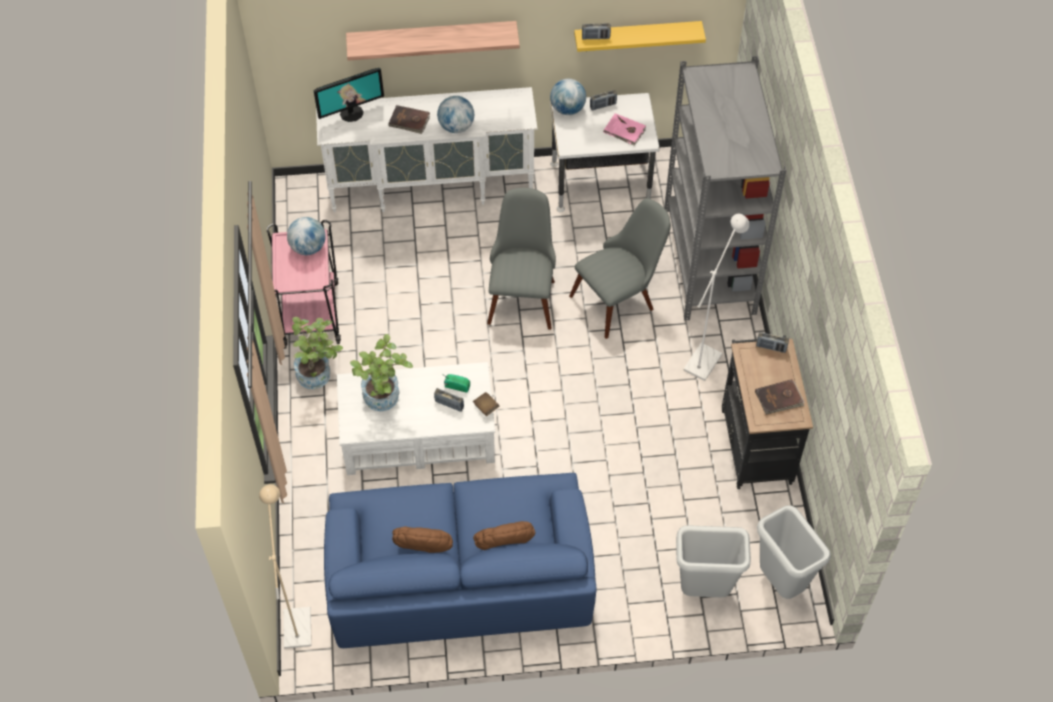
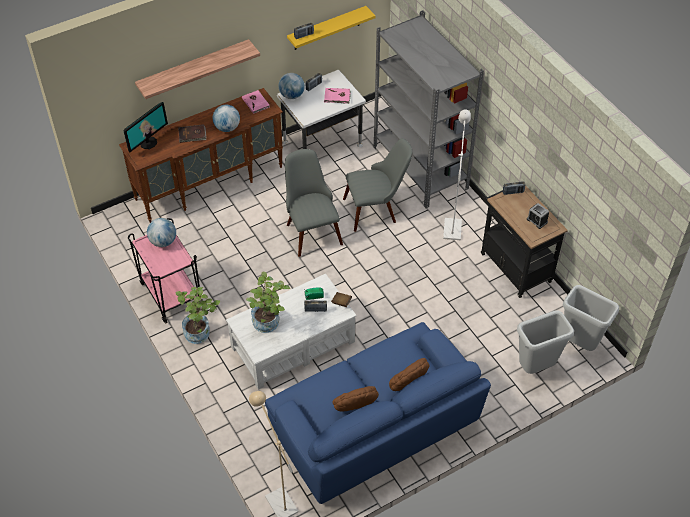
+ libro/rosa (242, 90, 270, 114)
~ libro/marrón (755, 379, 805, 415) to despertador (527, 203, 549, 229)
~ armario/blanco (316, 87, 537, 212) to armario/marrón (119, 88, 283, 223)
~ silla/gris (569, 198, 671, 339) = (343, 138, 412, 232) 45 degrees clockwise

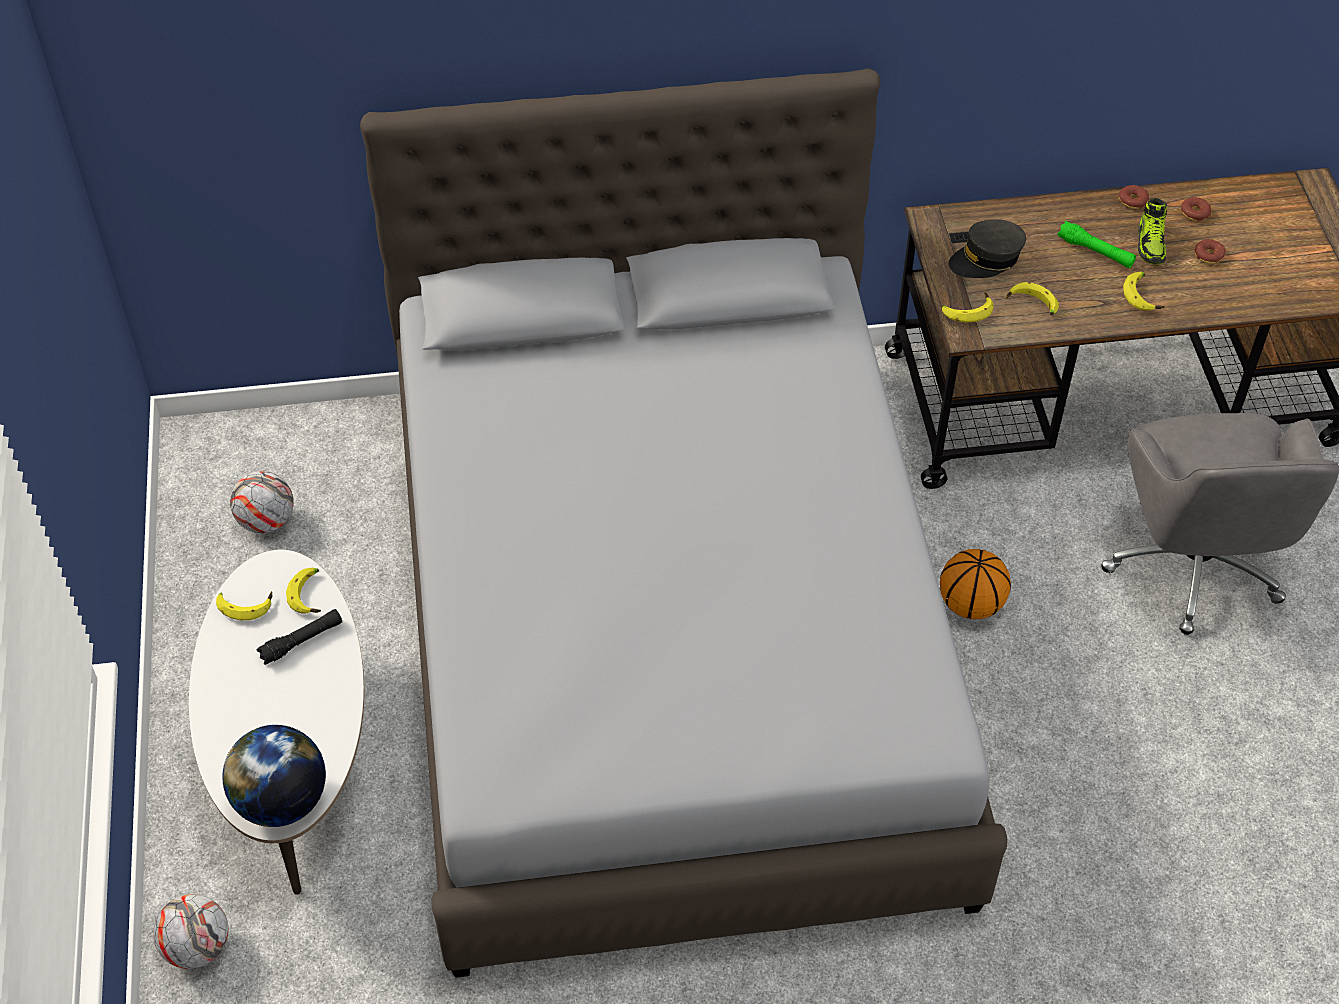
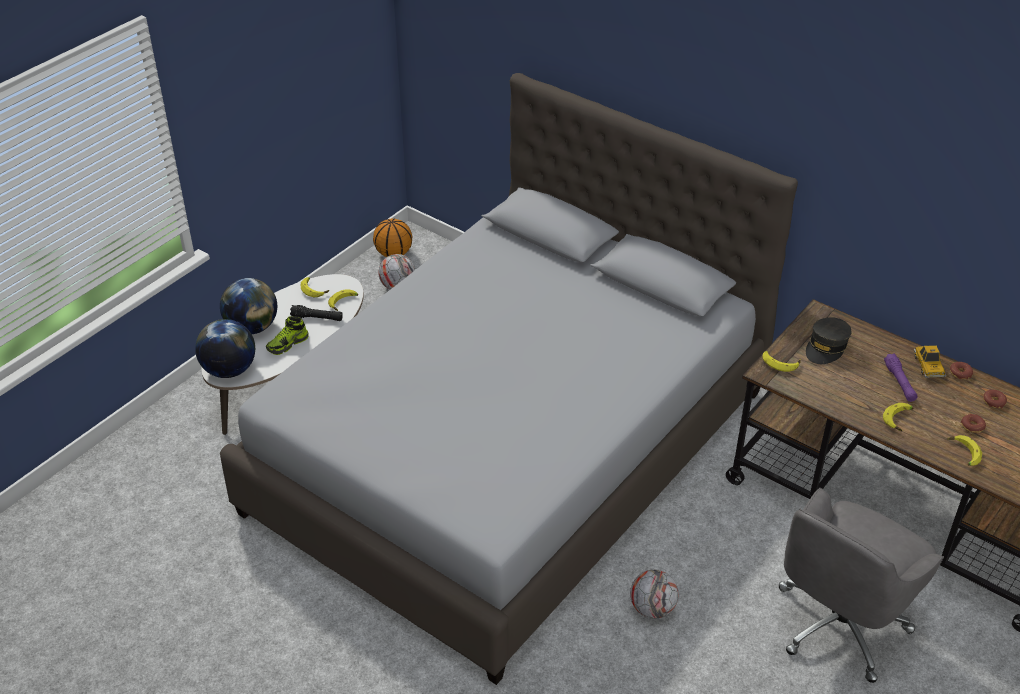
+ globo terráqueo (220, 278, 277, 334)
+ coche de juguete (914, 345, 946, 378)
~ balón de fútbol (153, 894, 228, 969) to (630, 570, 678, 619)
~ balón de baloncesto (940, 549, 1011, 619) to (373, 219, 412, 257)
~ plátano (1005, 282, 1059, 315) to (947, 435, 982, 466)
~ zapato (1138, 198, 1167, 264) to (266, 316, 309, 355)
~ linterna/verde (1058, 221, 1136, 268) to linterna/morado (884, 354, 918, 402)
~ gorra/gris (948, 219, 1026, 278) = (806, 317, 851, 364) 75 degrees counterclockwise

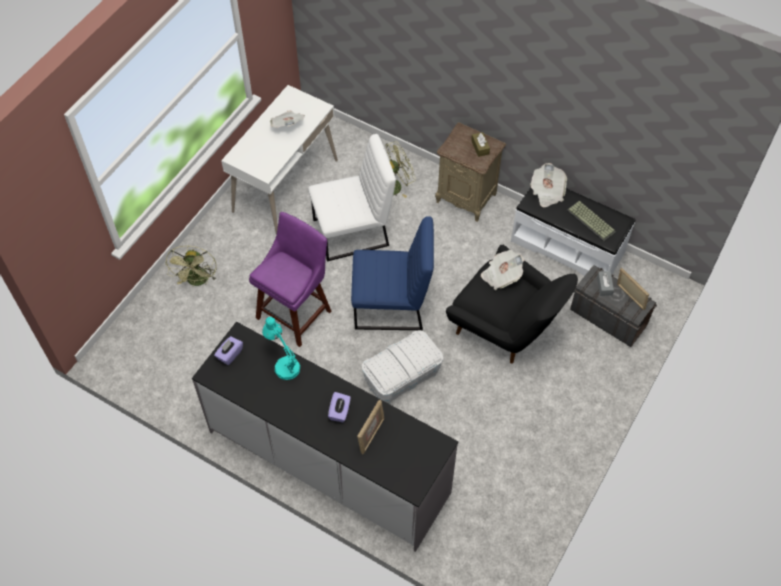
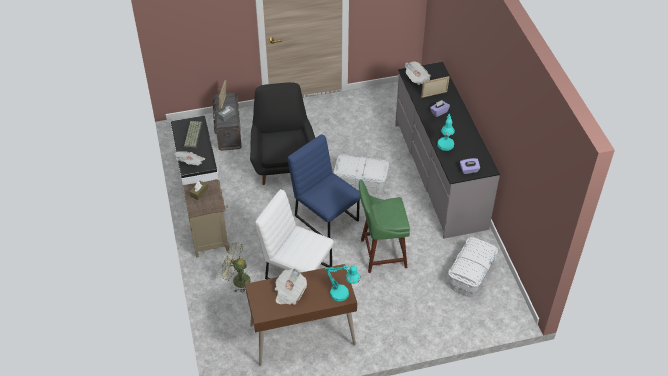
- ventilador/verde (165, 246, 217, 287)
+ lámpara de mesa/turquesa (325, 265, 361, 302)
+ caja de almacenaje/blanco (448, 237, 498, 297)
~ periódico (481, 250, 524, 290) to (405, 61, 430, 85)
~ escritorio/blanco (221, 85, 338, 235) to escritorio/marrón (245, 264, 357, 366)
~ silla/morado (249, 212, 331, 347) to silla/verde (359, 179, 410, 273)

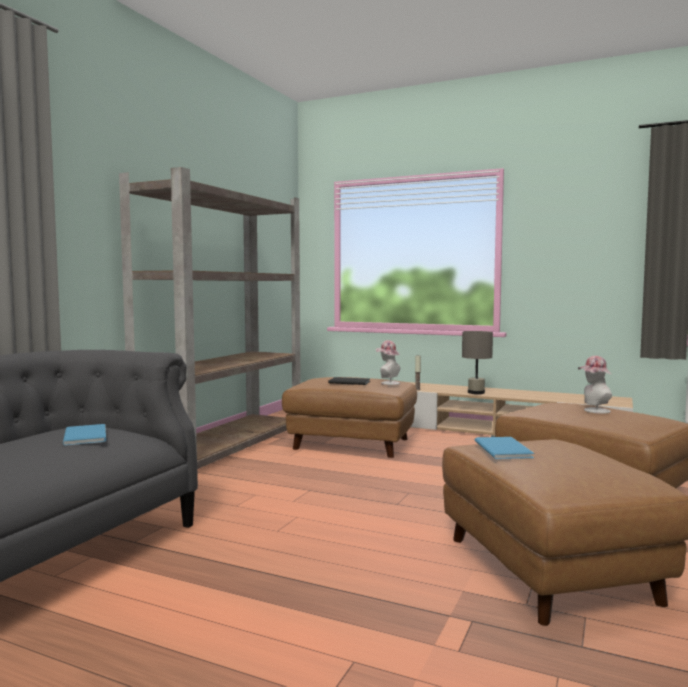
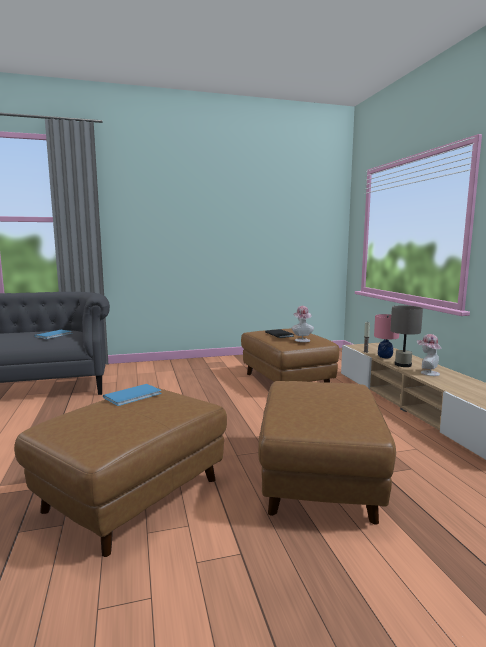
- estantería/marrón (119, 167, 301, 469)
+ lámpara de mesa/rosa (374, 314, 399, 359)
~ sombrero (578, 356, 612, 414) to (417, 334, 441, 376)

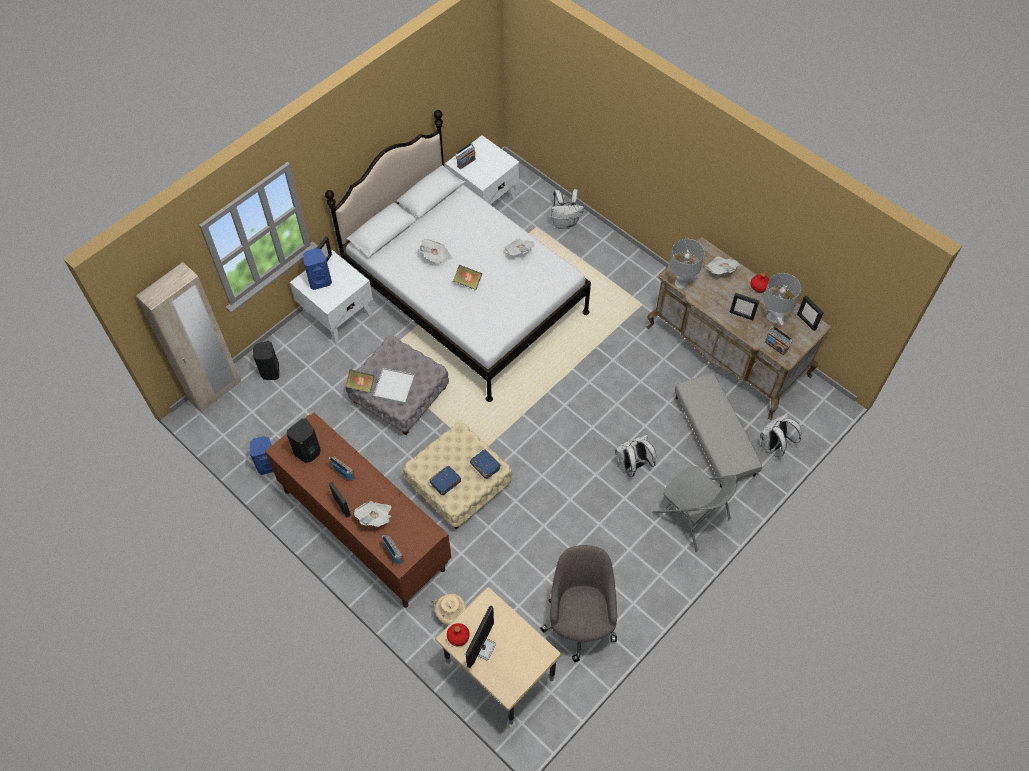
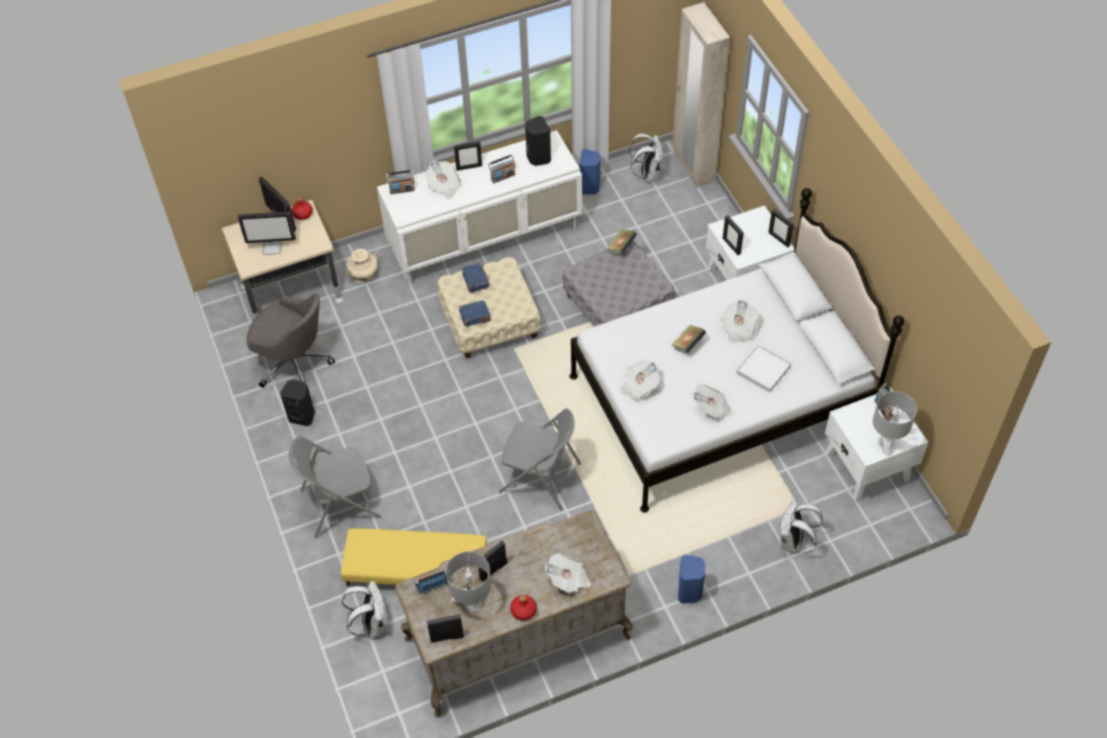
+ monitor (238, 212, 296, 255)
+ silla/gris (499, 408, 581, 511)
+ periódico (619, 360, 660, 401)
+ portarretratos (723, 215, 744, 255)
~ altavoz/negro (253, 341, 279, 380) to (280, 380, 315, 426)
~ altavoz/azul (303, 248, 332, 290) to (678, 555, 705, 604)
~ bandeja/blanco (373, 368, 415, 405) to (736, 345, 791, 392)
~ mochila/blanco (615, 434, 656, 477) to (629, 134, 663, 182)
~ lámpara de mesa/gris (669, 239, 705, 289) to (873, 391, 917, 454)
~ armario/marrón (265, 412, 451, 608) to armario/blanco (377, 130, 582, 284)
~ puf/gris (675, 373, 762, 488) to puf/amarillo (341, 528, 487, 587)

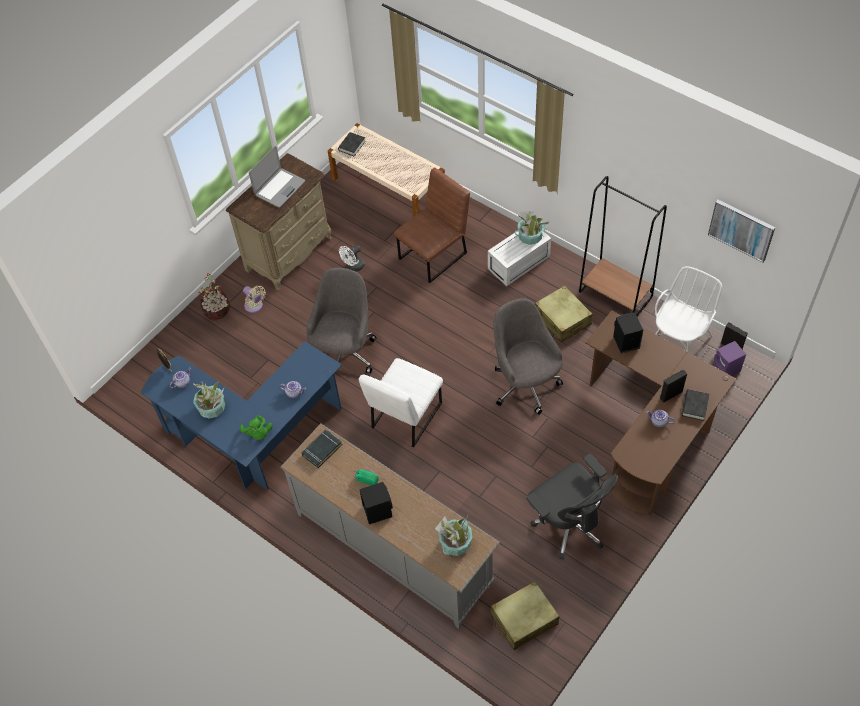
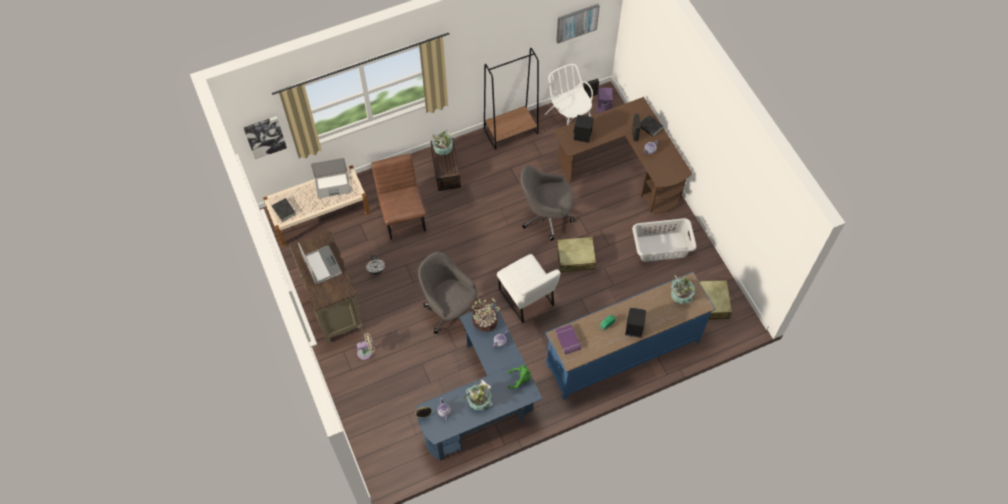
+ cuadro (244, 116, 287, 159)
+ portátil (311, 158, 351, 198)
~ planta en maceta (198, 273, 230, 321) to (470, 297, 501, 332)
~ maleta/beis (535, 285, 592, 342) to (557, 237, 597, 272)
~ silla de oficina (526, 454, 618, 560) to cesto de la ropa/gris (632, 218, 696, 262)
~ armario/gris (281, 423, 500, 629) to armario/azul (545, 272, 716, 400)
~ libro/negro (301, 429, 342, 468) to libro/morado (556, 324, 581, 355)
~ caja de almacenaje/blanco (488, 231, 551, 286) to caja de almacenaje/marrón (430, 138, 461, 191)

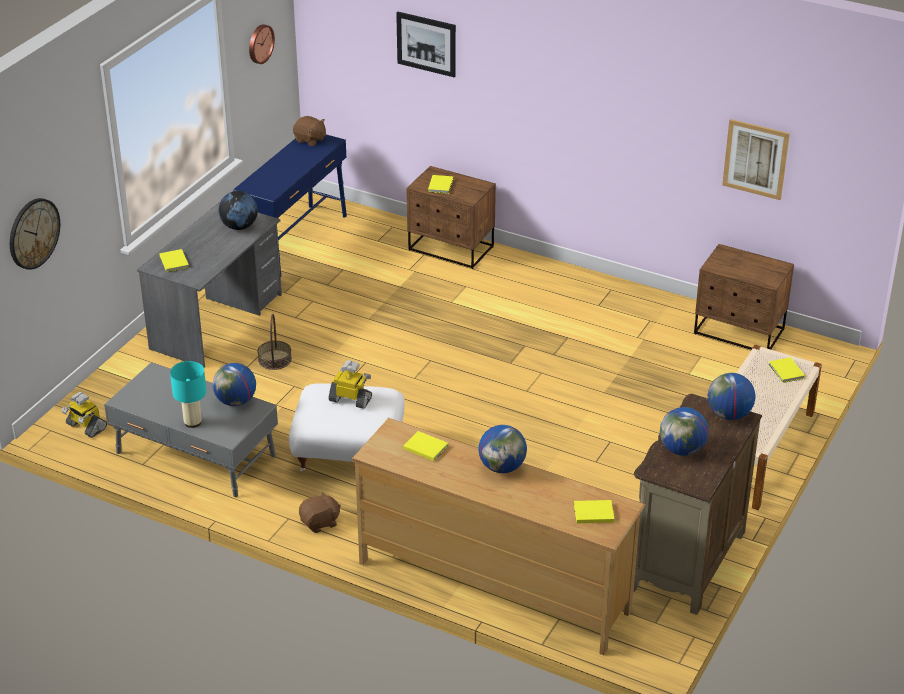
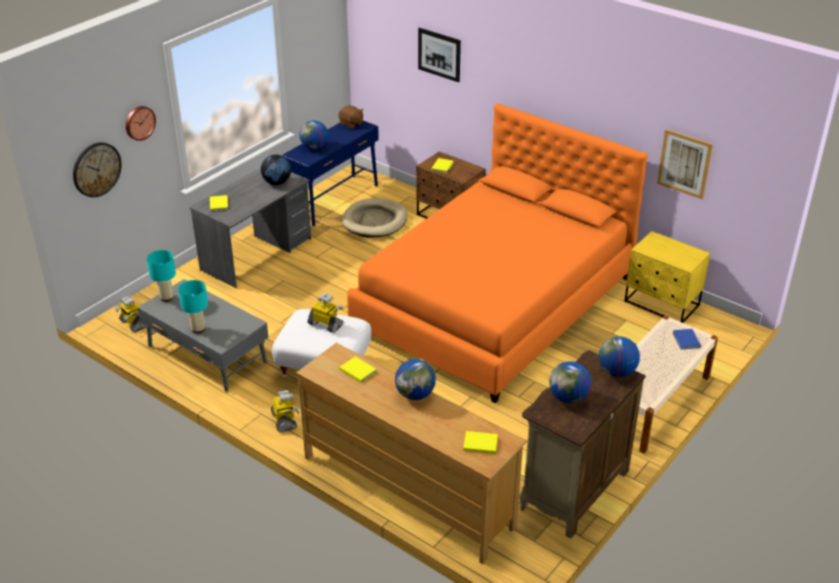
- cesta (257, 314, 292, 370)
+ lámpara de mesa/turquesa (147, 250, 176, 302)
+ cama para perro/beis (342, 198, 407, 237)
+ cama/naranja (347, 103, 648, 403)
~ globo terráqueo (213, 363, 256, 406) to (299, 120, 328, 150)
~ reloj de pared (249, 24, 275, 64) to (126, 106, 156, 141)
~ peluche/marrón (299, 491, 341, 533) to robot de juguete (271, 390, 299, 432)
~ mesita de noche/marrón (694, 244, 794, 350) to mesita de noche/amarillo (625, 231, 710, 323)
~ libro/amarillo (769, 357, 805, 383) to libro/azul (673, 329, 701, 349)

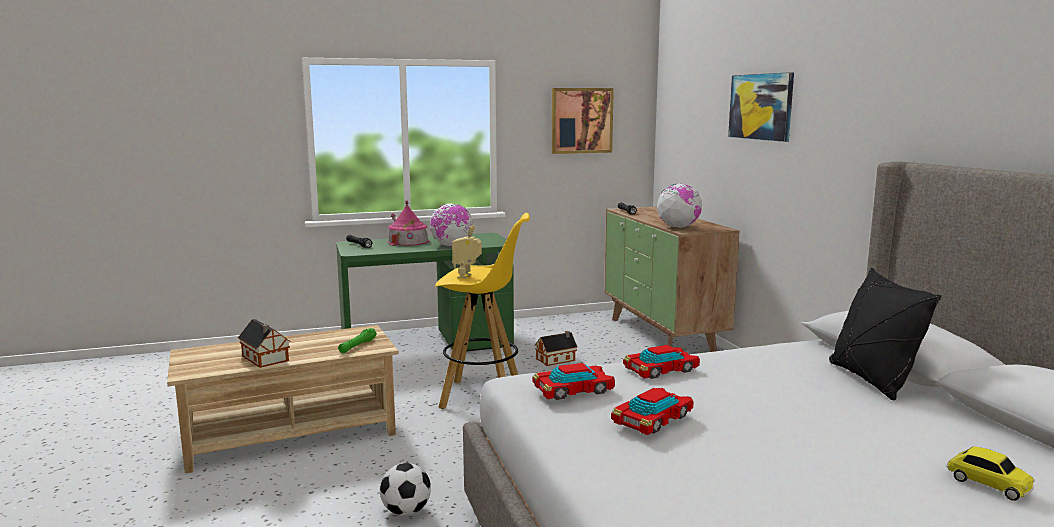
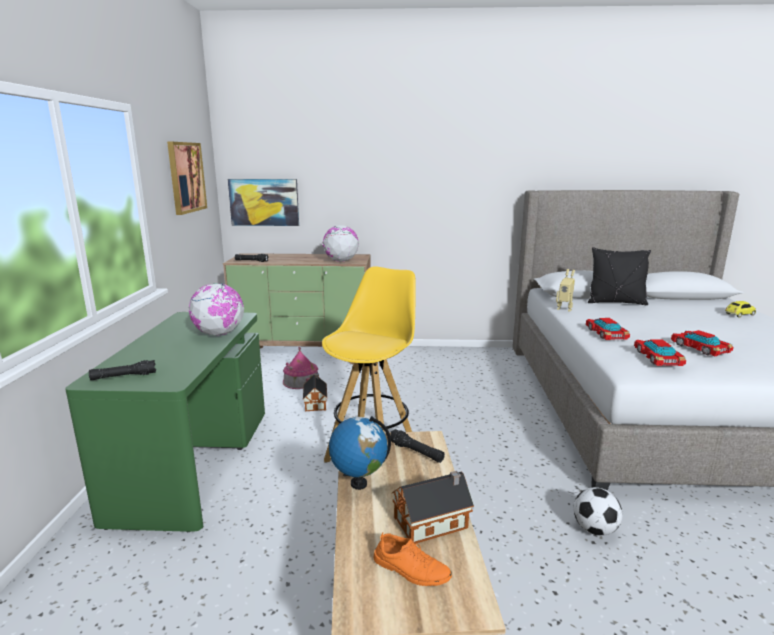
+ globo terráqueo (329, 416, 391, 490)
+ zapato/naranja (373, 532, 452, 586)
~ casita (387, 200, 429, 246) to (283, 347, 318, 389)
~ robot de juguete (452, 225, 482, 279) to (556, 269, 575, 312)
~ cuadro (728, 72, 794, 142) to (228, 179, 299, 226)
~ linterna/verde (338, 328, 377, 353) to linterna/negro (390, 429, 445, 463)

